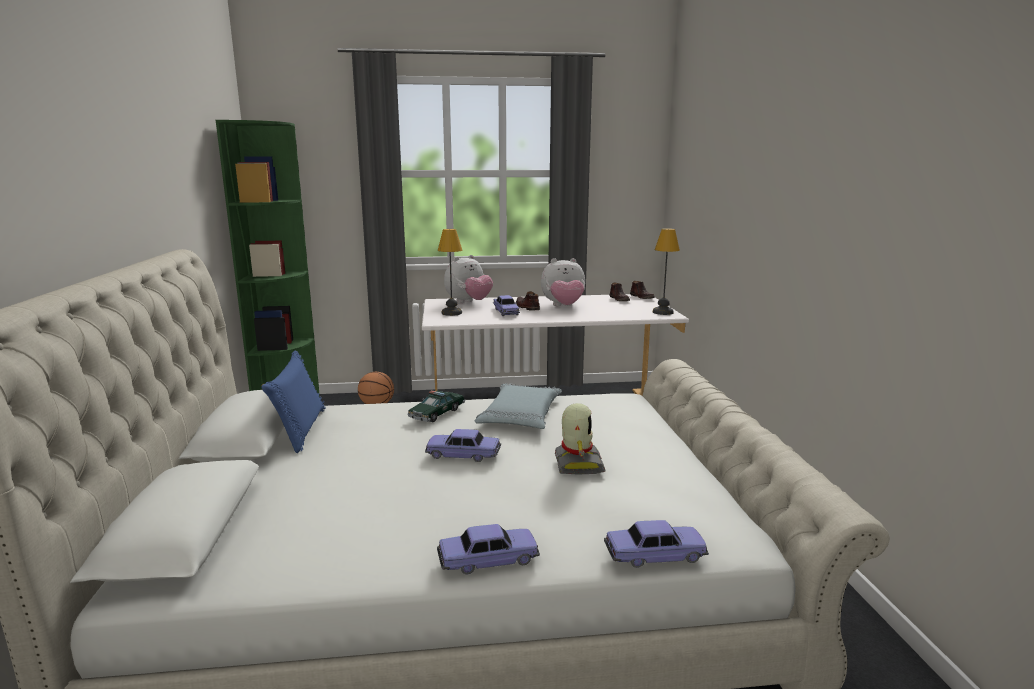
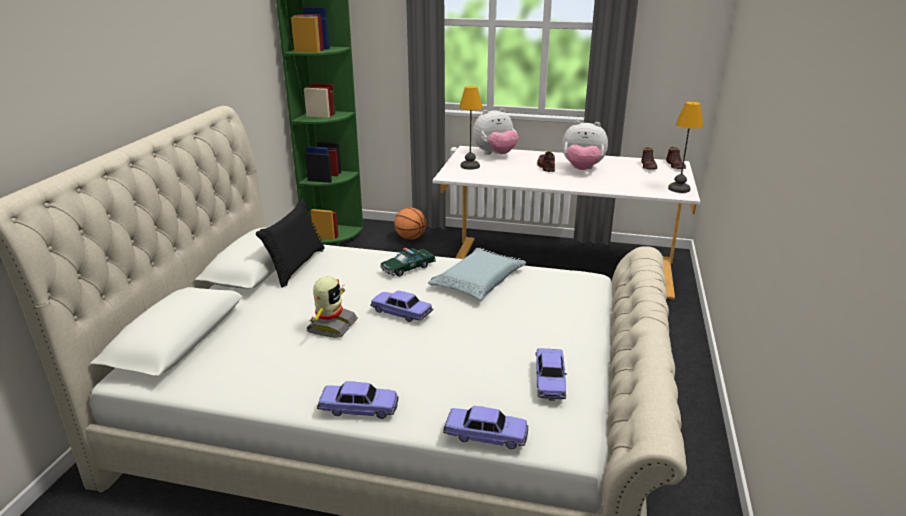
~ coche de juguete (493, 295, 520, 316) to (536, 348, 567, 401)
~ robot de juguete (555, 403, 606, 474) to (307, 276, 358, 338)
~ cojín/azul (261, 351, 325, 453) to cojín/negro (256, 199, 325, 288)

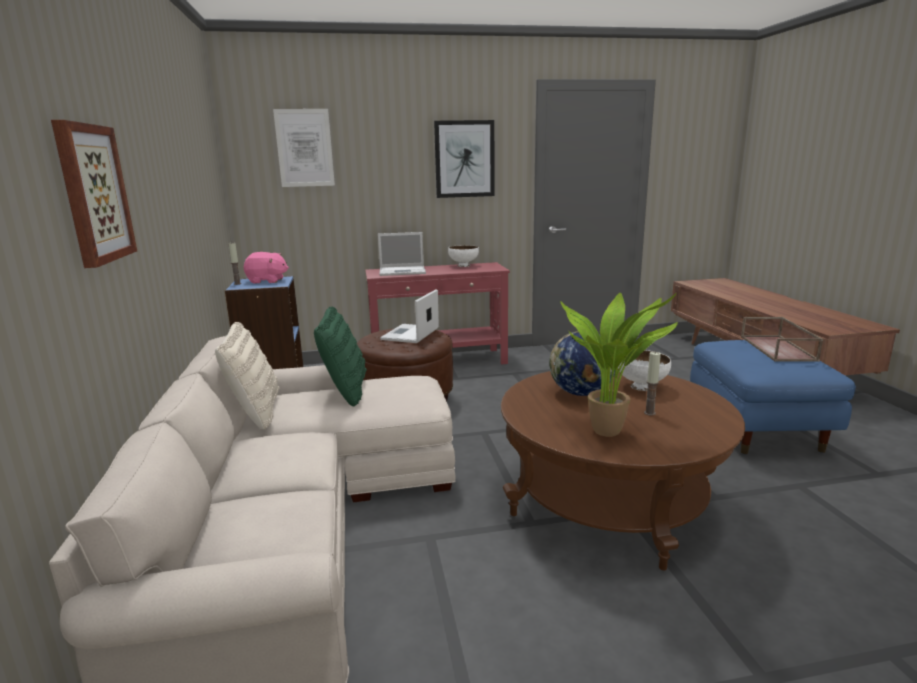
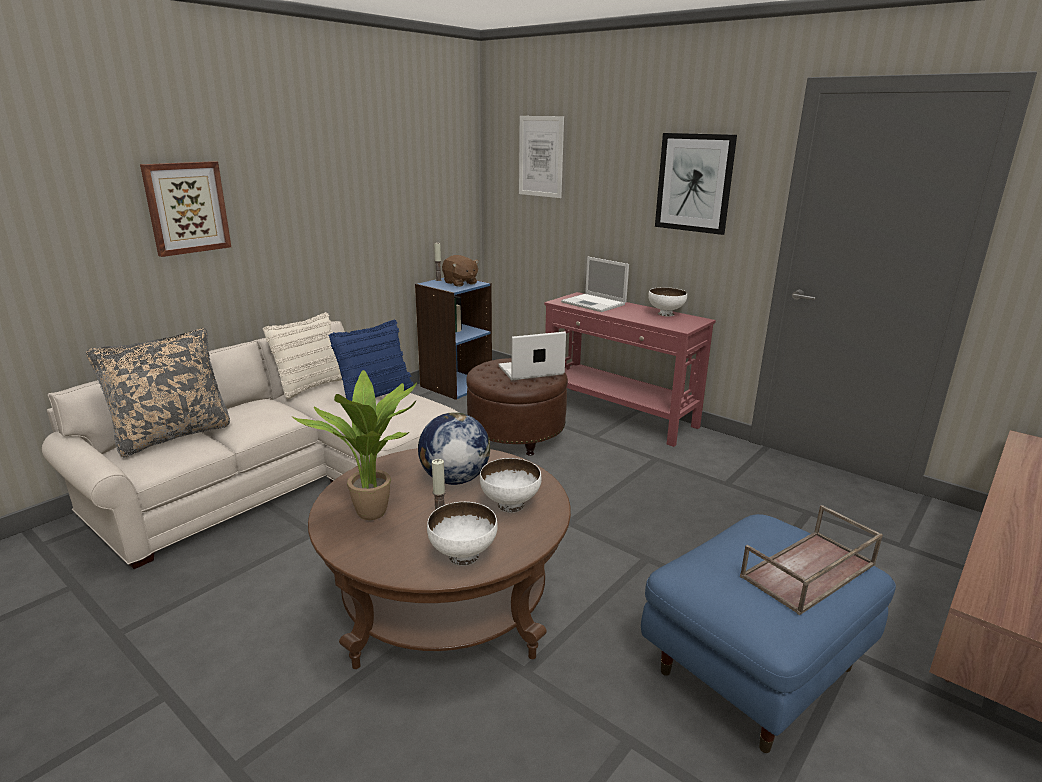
+ cojín/gris (86, 328, 230, 457)
+ cuenco/blanco (427, 502, 498, 566)
~ peluche/rosa (244, 252, 289, 283) to peluche/marrón (442, 255, 479, 287)
~ cojín/verde (314, 306, 367, 406) to cojín/azul (328, 319, 414, 401)

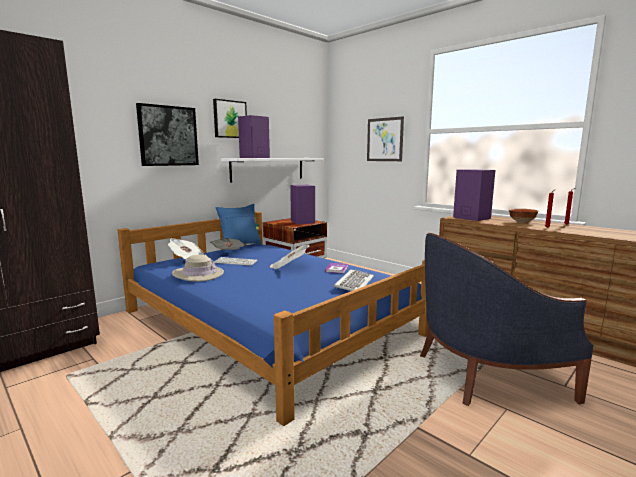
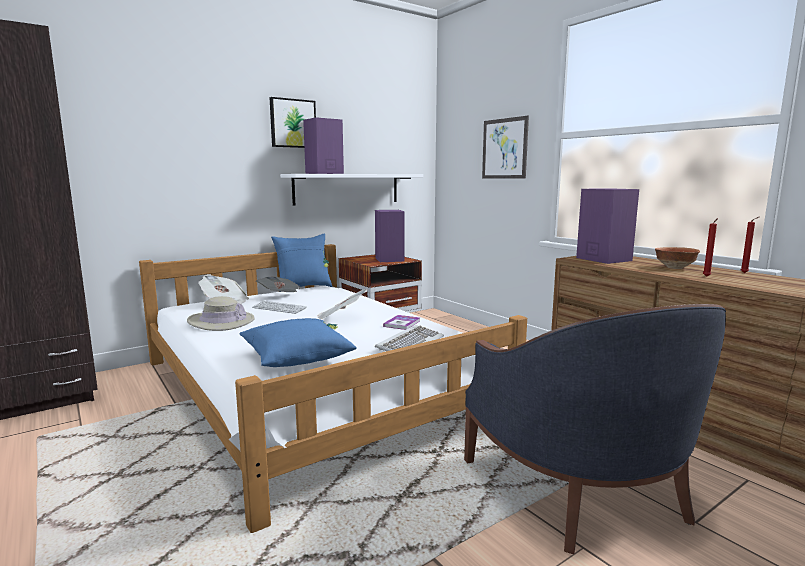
- cuadro (136, 103, 199, 166)
+ cojín/azul (239, 318, 357, 367)
~ cama/azul (117, 212, 429, 426) to cama/blanco (139, 244, 527, 533)
~ sillón/azul (420, 233, 594, 406) = (464, 304, 726, 554) 105 degrees counterclockwise

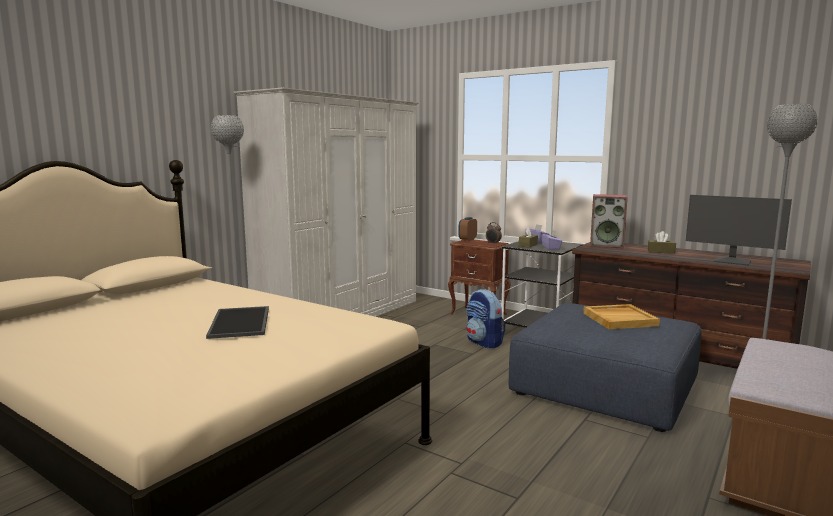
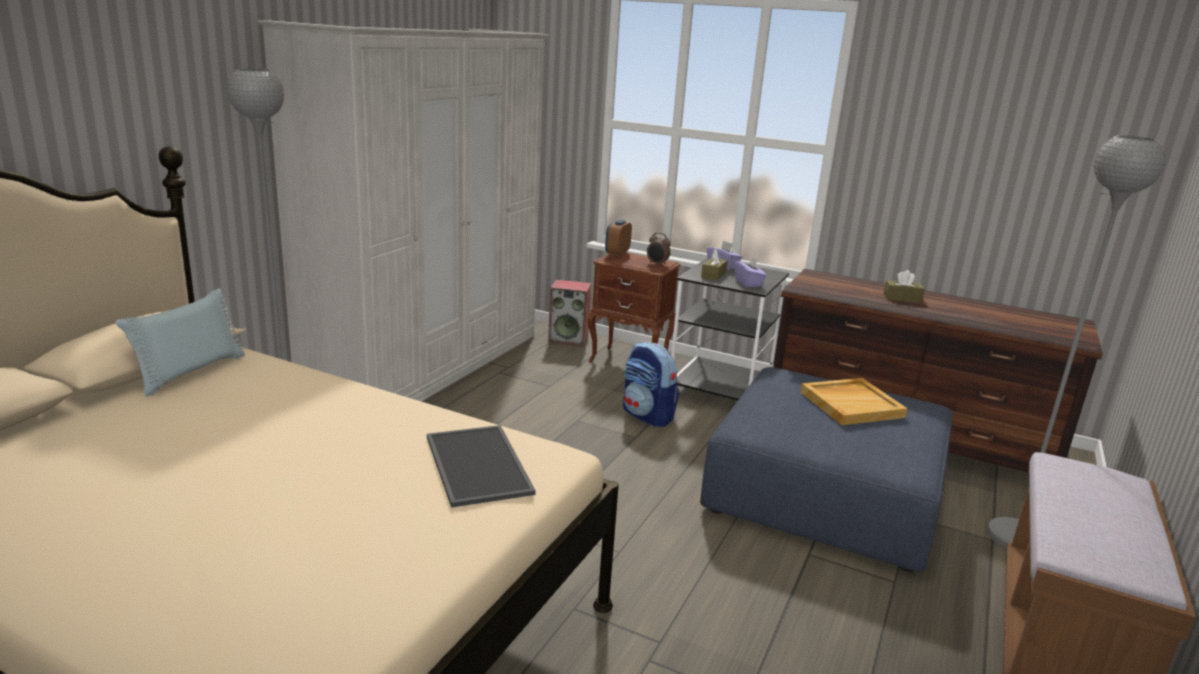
- monitor (686, 195, 792, 265)
+ cojín/azul (116, 288, 245, 396)
~ bandeja (206, 306, 269, 339) to (427, 425, 536, 508)
~ altavoz (590, 194, 628, 248) to (548, 280, 591, 346)

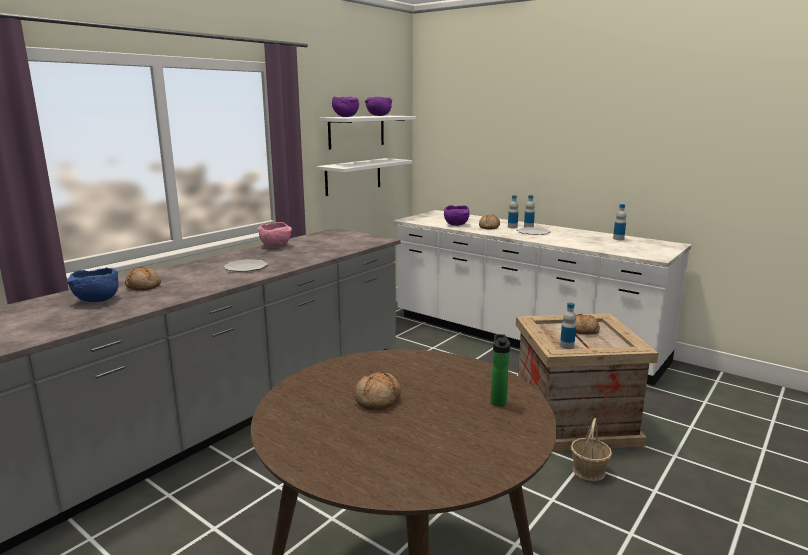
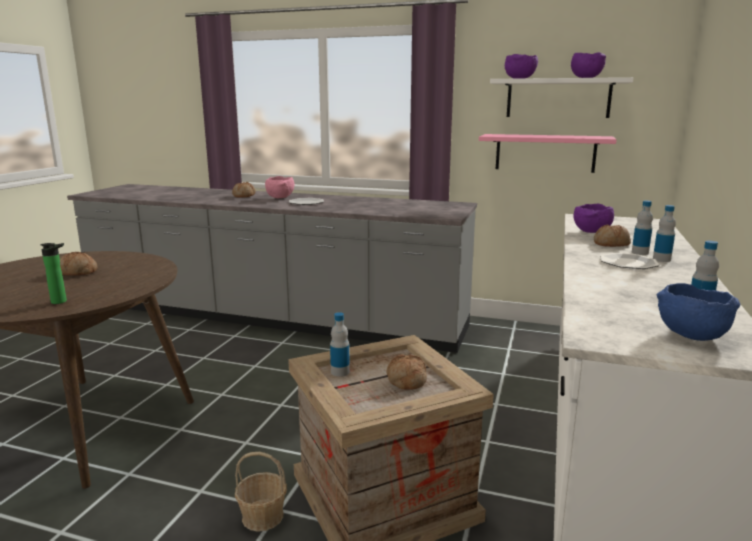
~ cuenco/azul (66, 267, 119, 302) to (657, 283, 740, 341)
~ cuenco/rosa (257, 222, 292, 247) to (265, 176, 294, 198)
~ estante/blanco (316, 158, 412, 196) to estante/rosa (479, 134, 617, 173)

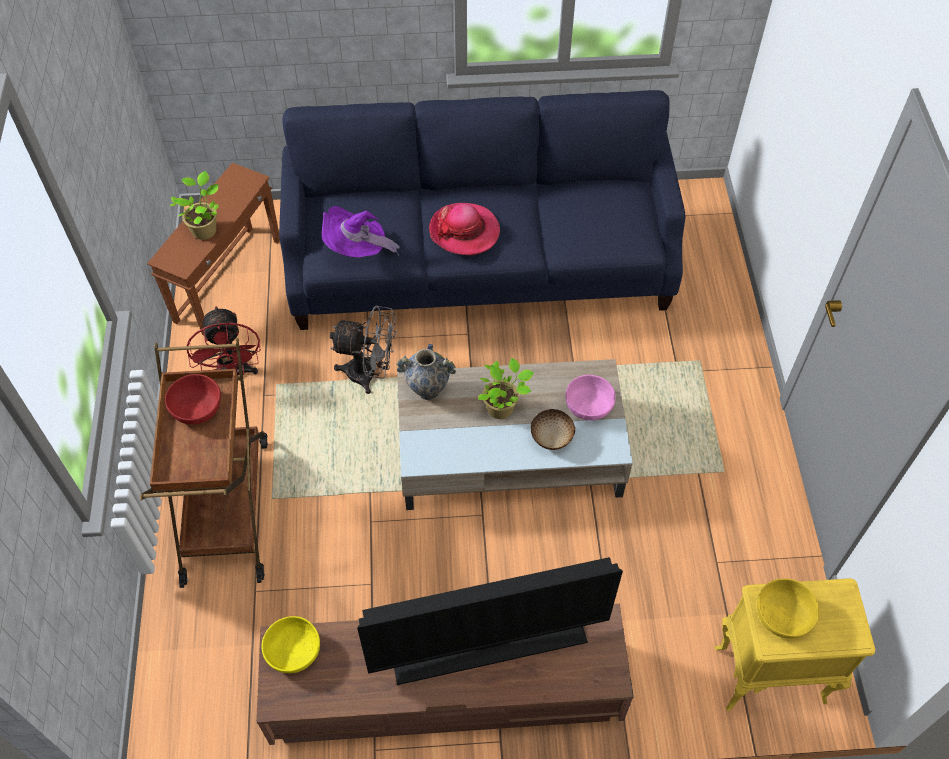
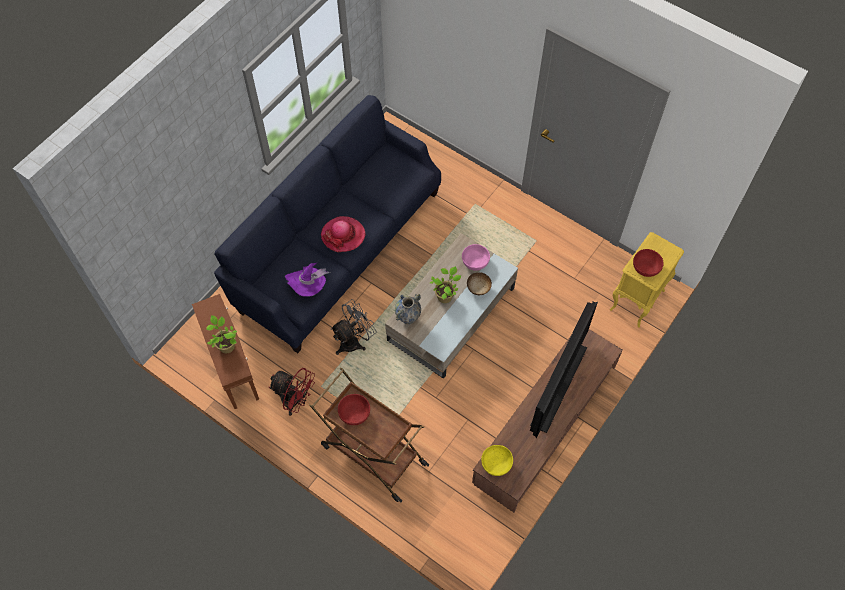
~ cuenco/amarillo (757, 578, 820, 639) to cuenco/rojo (633, 249, 664, 277)

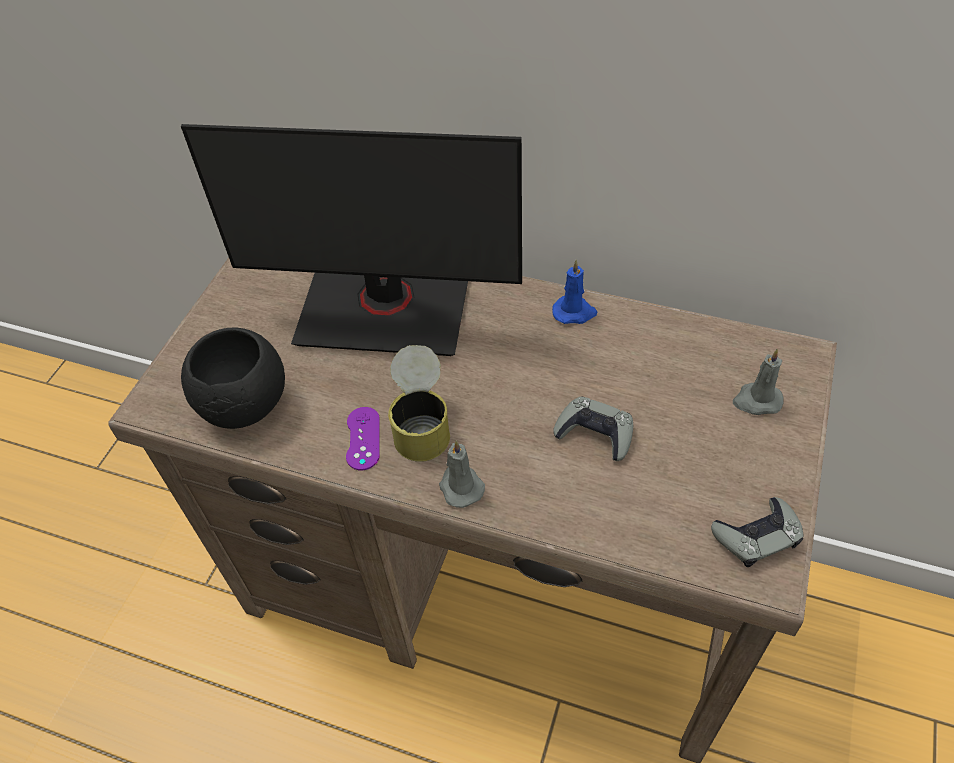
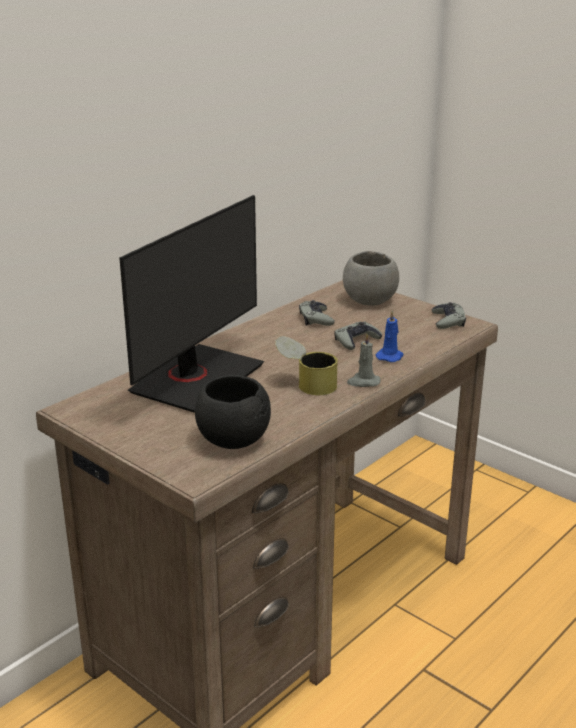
- mando de consola/morado (346, 407, 380, 470)
+ mando de consola/gris (299, 300, 335, 326)
~ vela/azul (552, 259, 598, 324) to (376, 310, 403, 362)
~ vela/gris (733, 349, 784, 415) to cuenco/gris (343, 251, 399, 306)

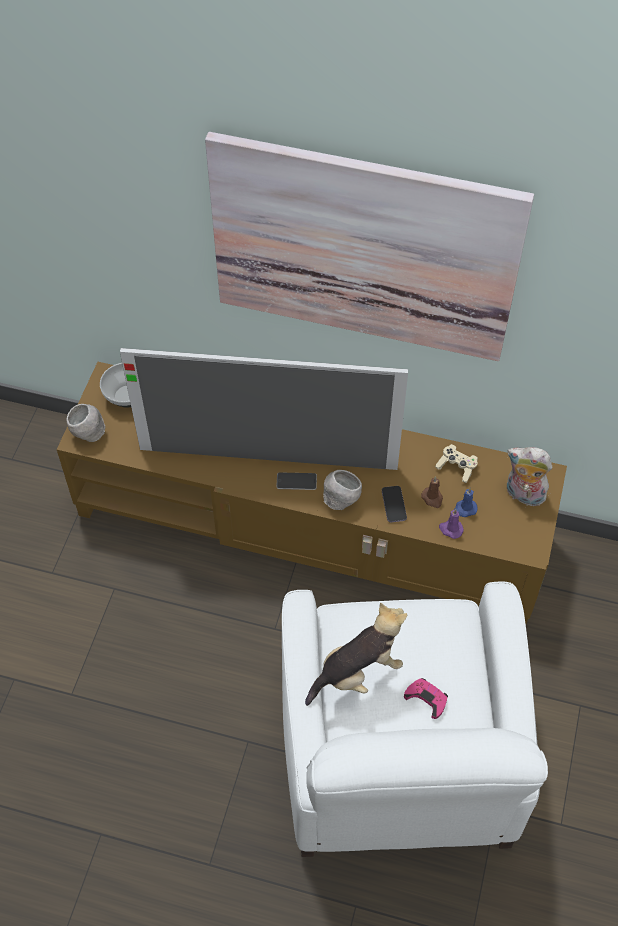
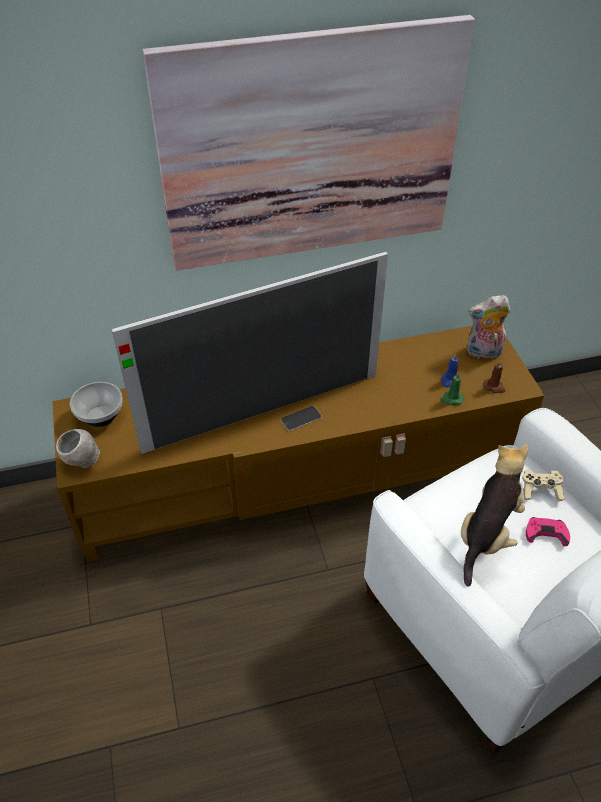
- cuenco/gris (323, 470, 362, 510)
- móvil (382, 486, 407, 522)
~ vela/marrón (421, 476, 443, 508) to (483, 360, 505, 393)
~ mando de consola/beis (435, 444, 478, 483) to (522, 470, 564, 501)
~ vela/morado (439, 509, 464, 539) to vela/verde (440, 372, 464, 405)

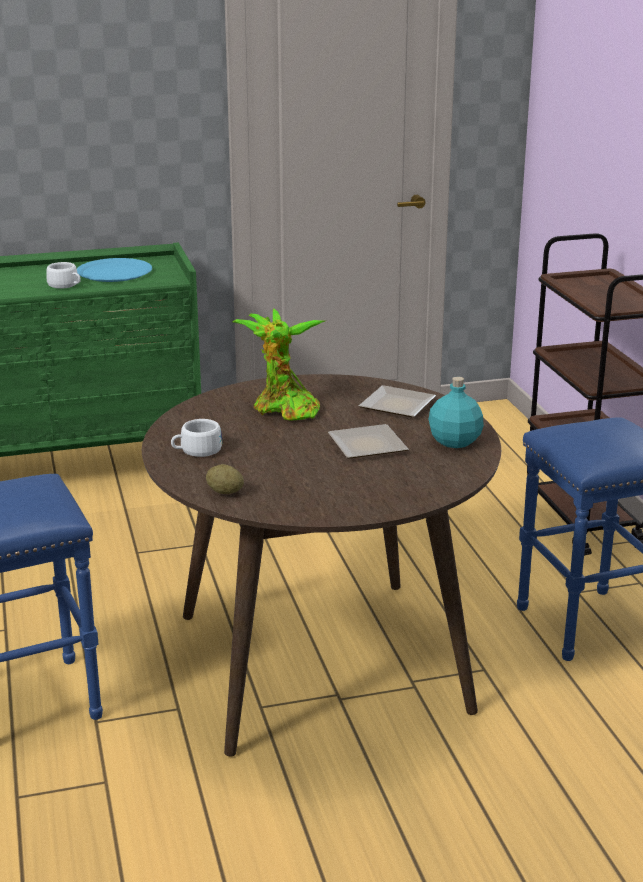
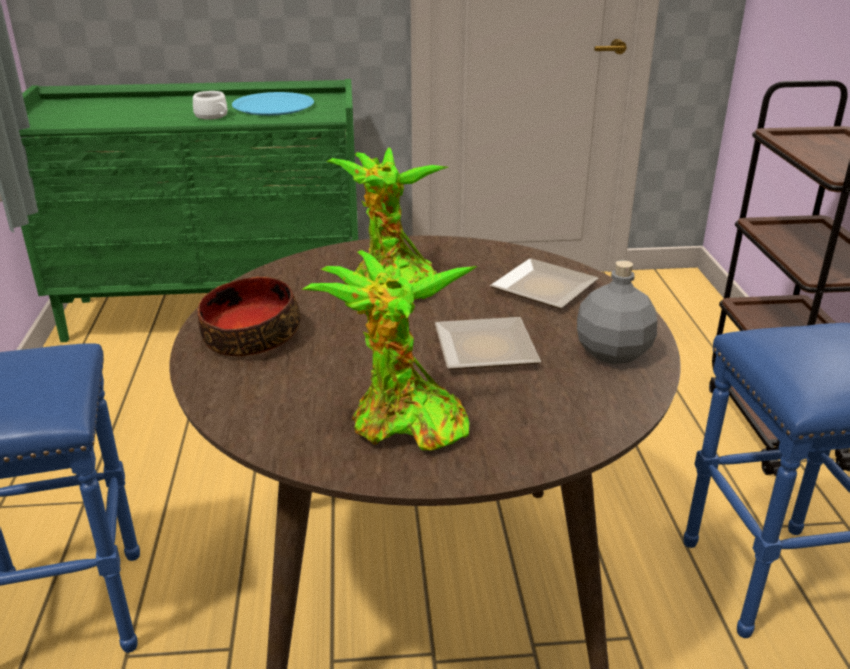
- patata (206, 464, 244, 494)
+ planta en maceta (301, 250, 478, 450)
~ taza/blanco (171, 419, 222, 457) to cuenco (197, 277, 301, 356)
~ botella/turquesa (429, 376, 484, 448) to botella/gris (577, 260, 657, 364)

